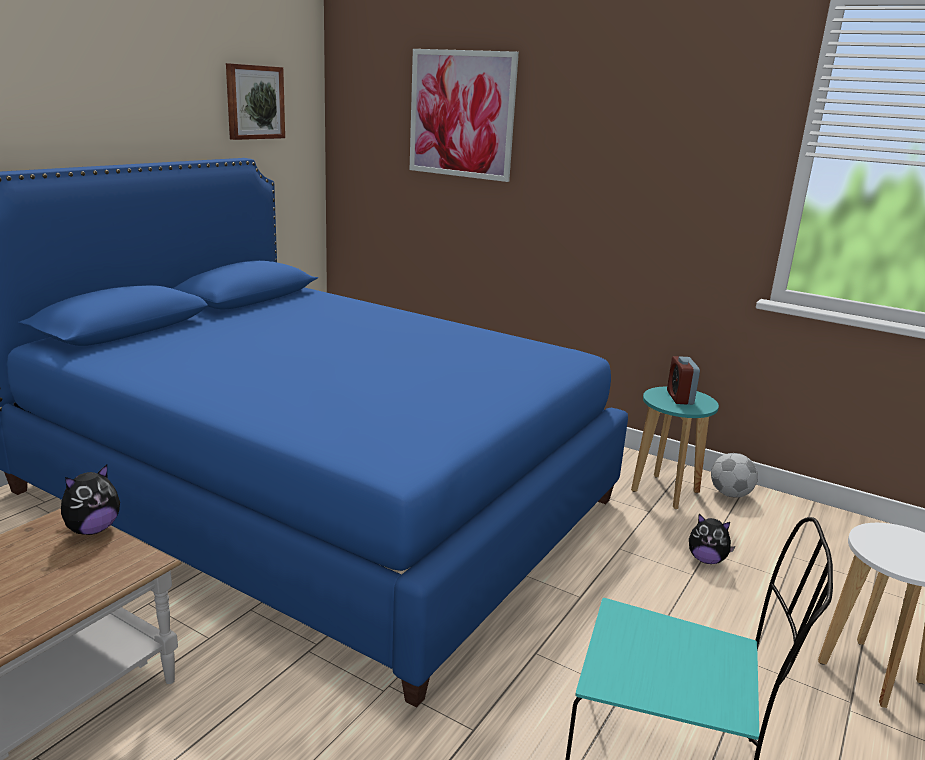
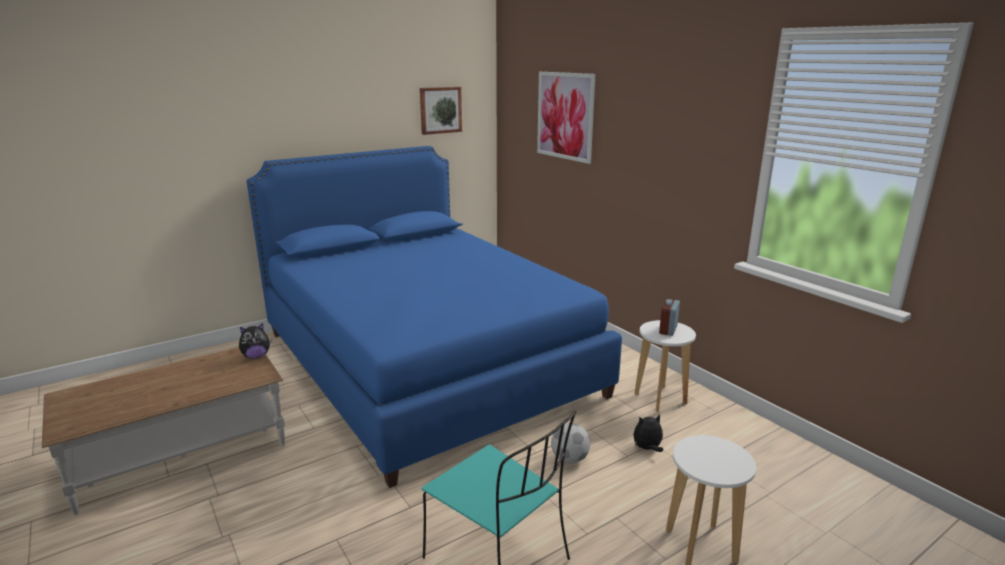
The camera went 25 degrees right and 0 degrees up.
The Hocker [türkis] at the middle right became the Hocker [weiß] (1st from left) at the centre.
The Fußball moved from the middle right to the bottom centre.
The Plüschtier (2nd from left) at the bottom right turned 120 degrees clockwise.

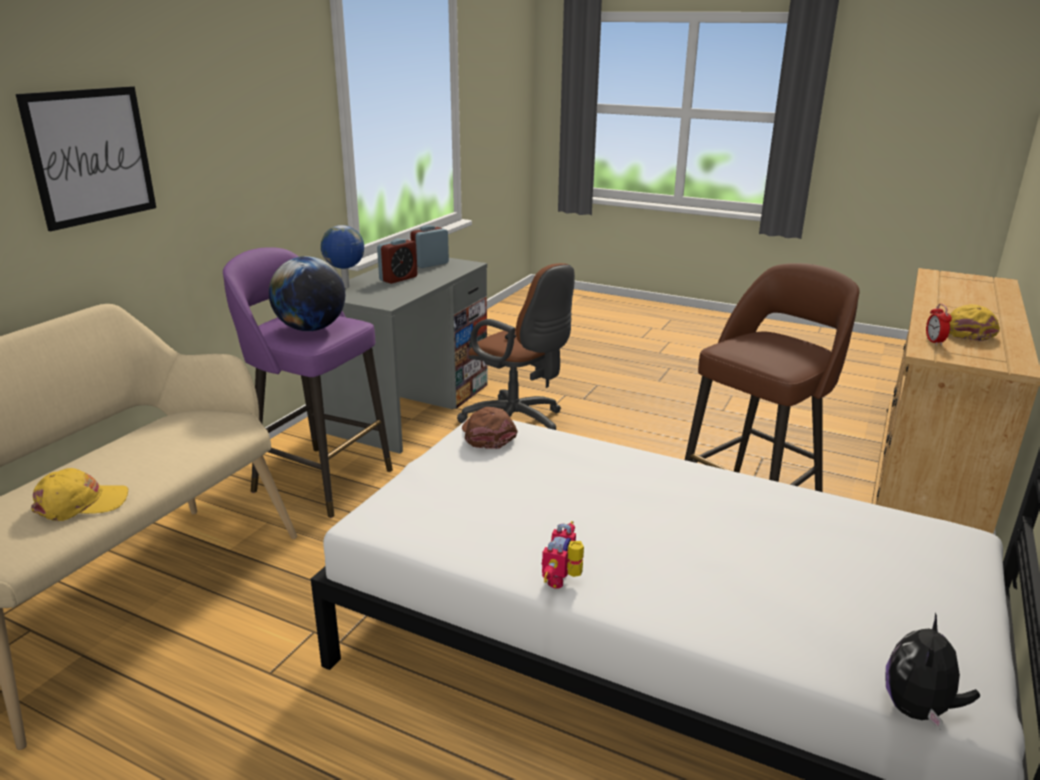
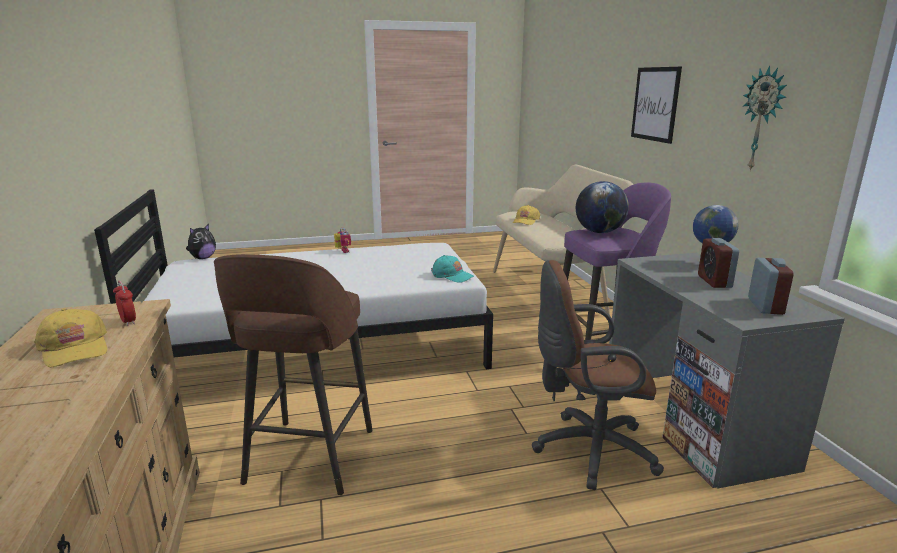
The camera went 140 degrees right and 5 degrees down.
The Kappe [braun] at the centre became the Kappe [türkis] at the centre.
The Plüschtier at the bottom right turned 45 degrees clockwise.
The Wanduhr at the top right appeared.

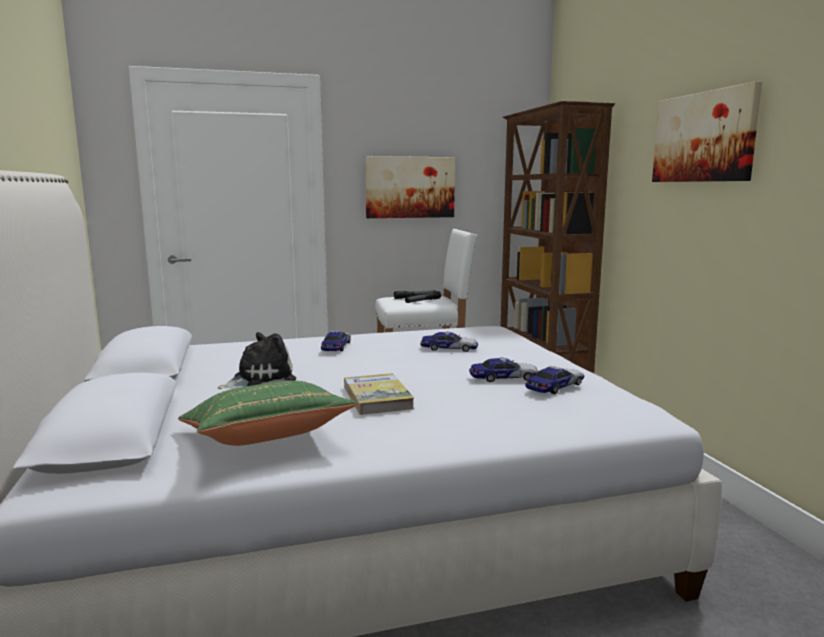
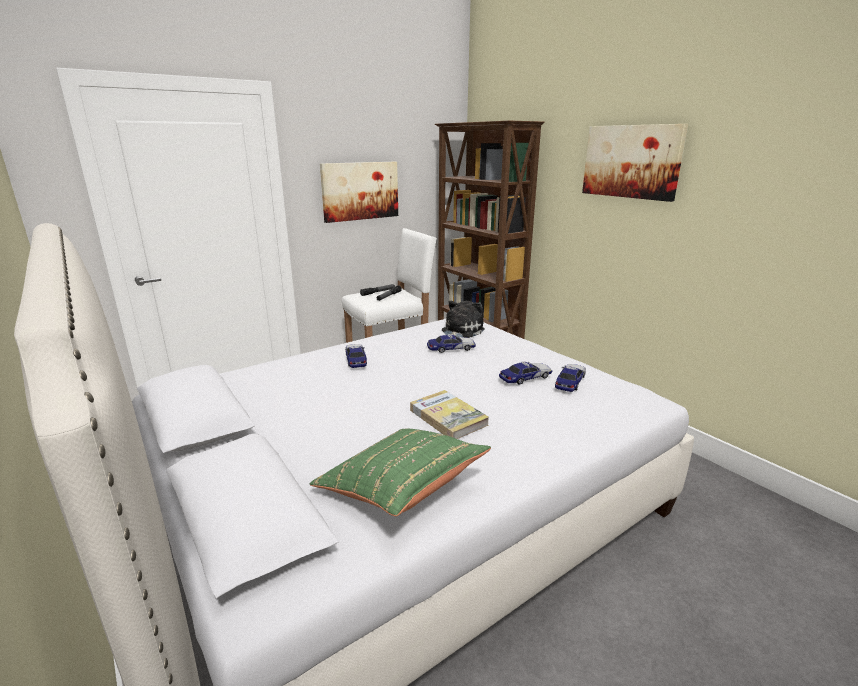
The camera went 20 degrees left and 10 degrees up.
The Plüschtier moved from the middle left to the centre.

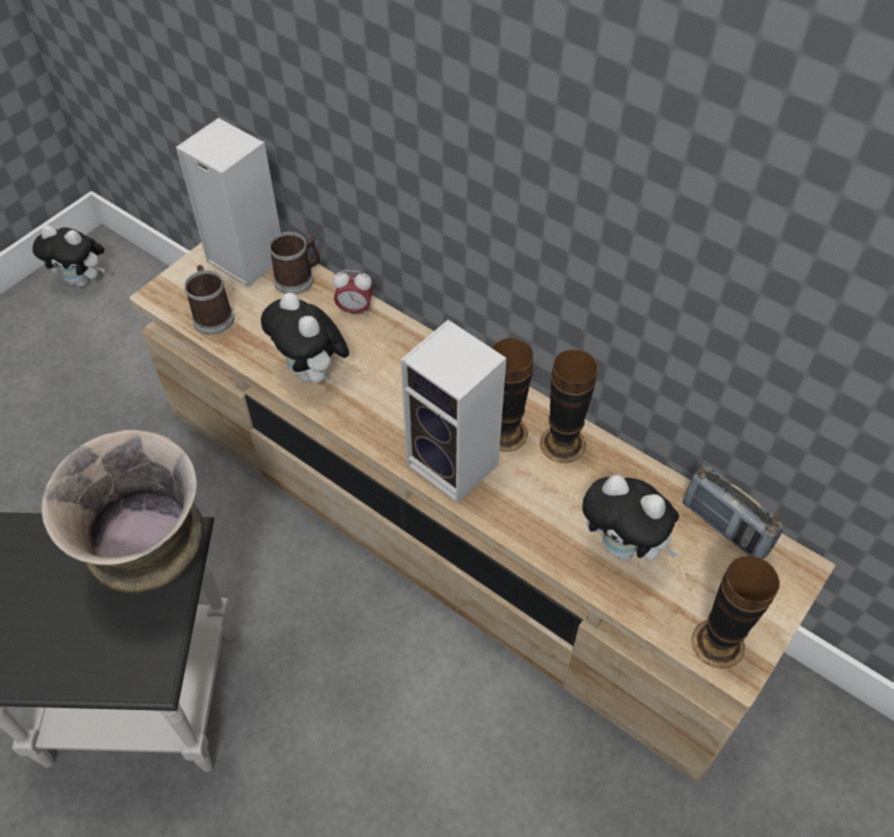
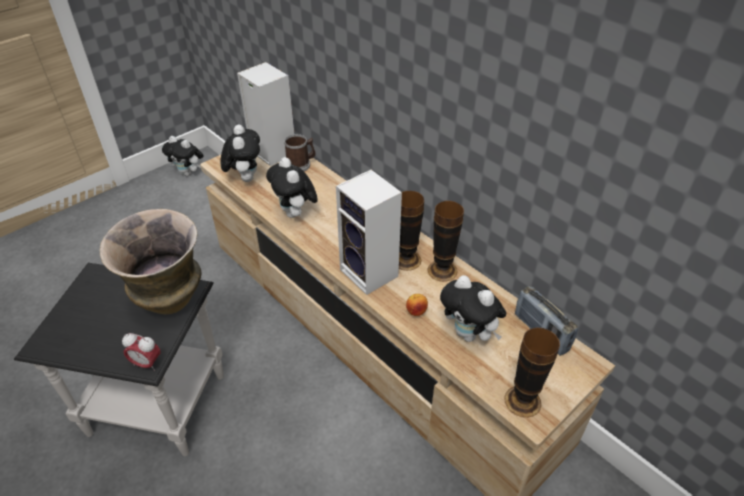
The camera went 10 degrees right and 10 degrees down.
The Henkelbecher (1st from left) at the middle left was replaced by the Plüschtier (2nd from left) at the top left.
The Wecker moved from the centre to the bottom left.
The Apfel at the centre appeared.

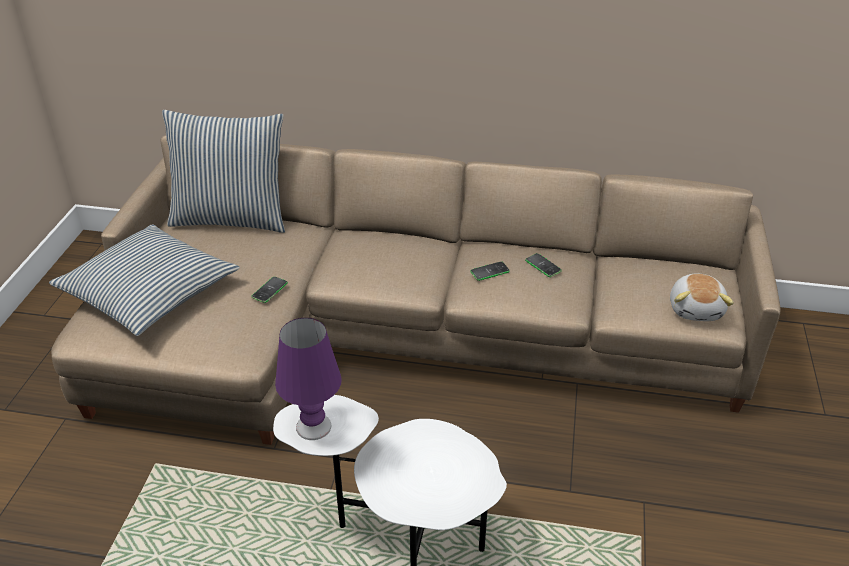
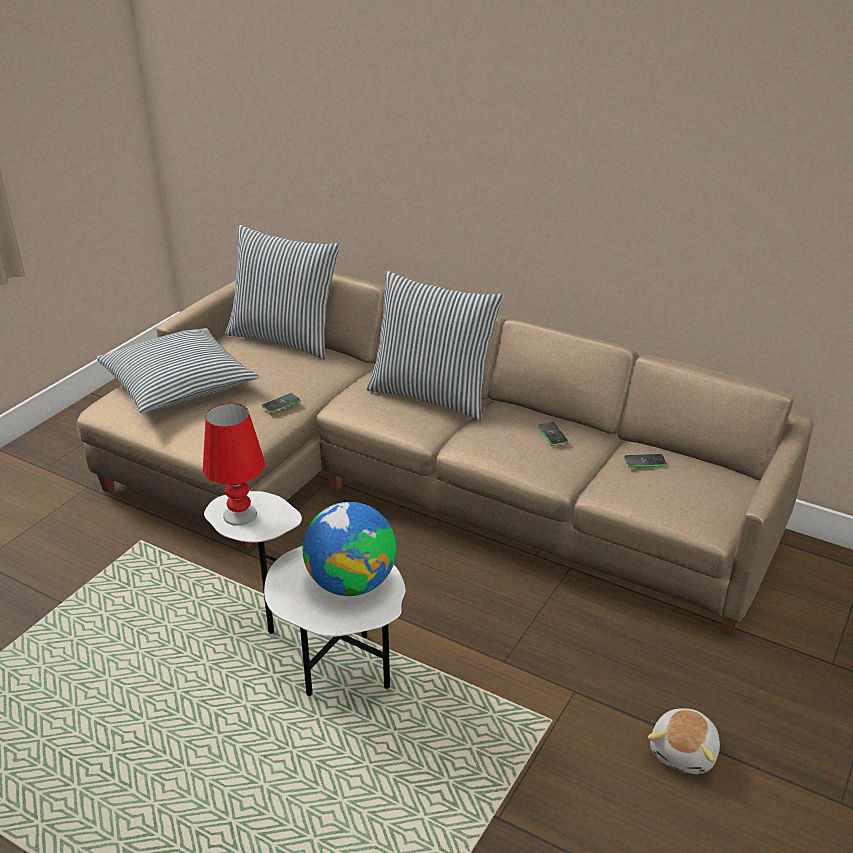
The camera went 20 degrees right and 5 degrees down.
The Handy (2nd from left in the first image) moved from the centre to the middle right.
The Plüschtier moved from the middle right to the bottom right.
The Tischlampe [lila] at the bottom centre became the Tischlampe [rot] at the middle left.
The Kissen (3rd from left) at the centre appeared.
The Globus at the centre appeared.

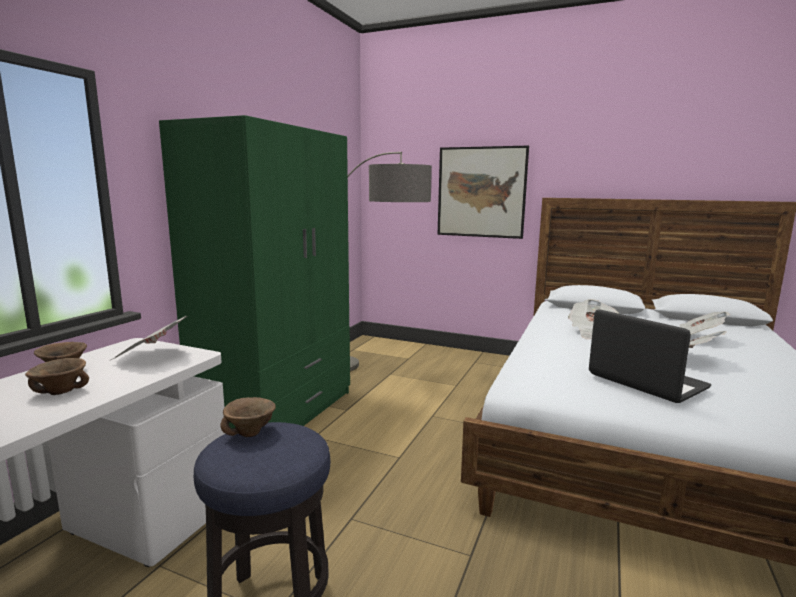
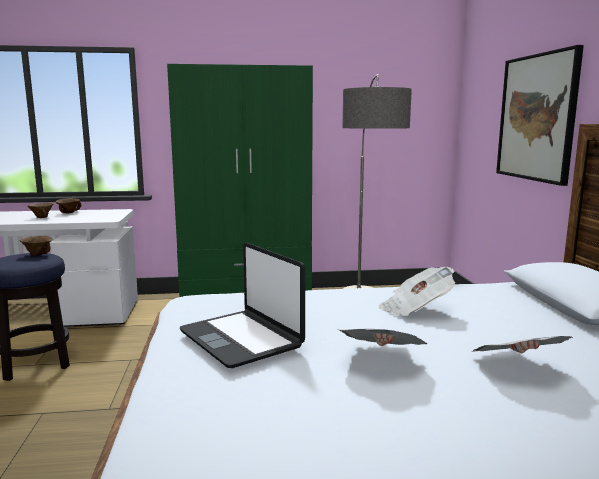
The camera went 60 degrees right and 0 degrees up.
The Laptop at the middle right turned 120 degrees clockwise.
The Zeitung (1st from left) at the middle left disappeared.

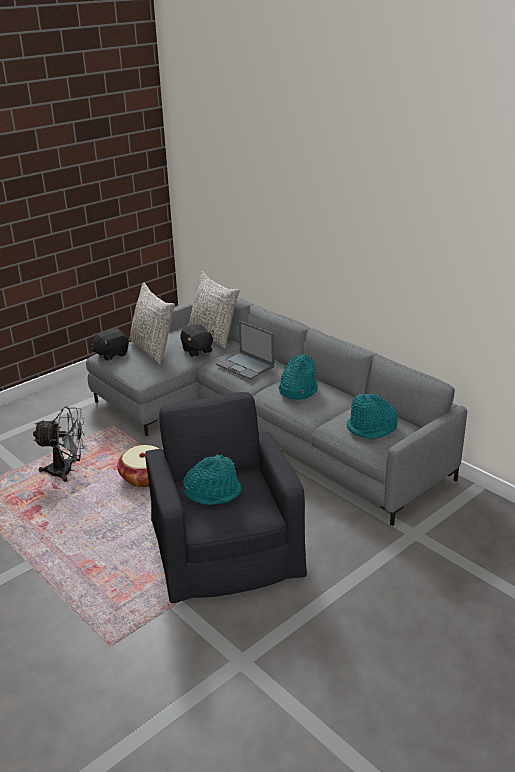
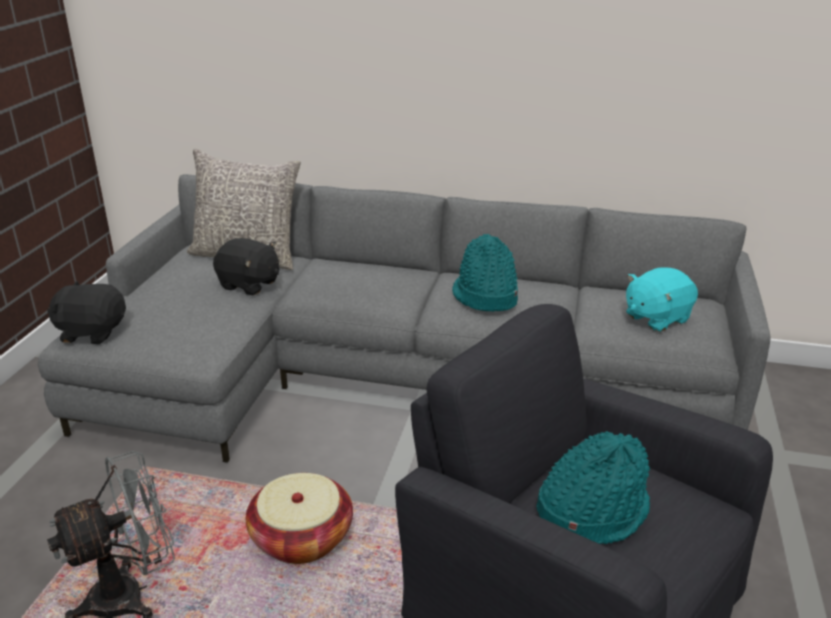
The camera went 35 degrees left and 0 degrees up.
The Kissen [grau] (1st from left) at the middle left disappeared.
The Laptop at the centre disappeared.
The Plüschtier [schwarz] (1st from left) at the middle left turned 75 degrees clockwise.
The Hut [türkis] (3rd from left) at the middle right was replaced by the Plüschtier [türkis] at the middle right.

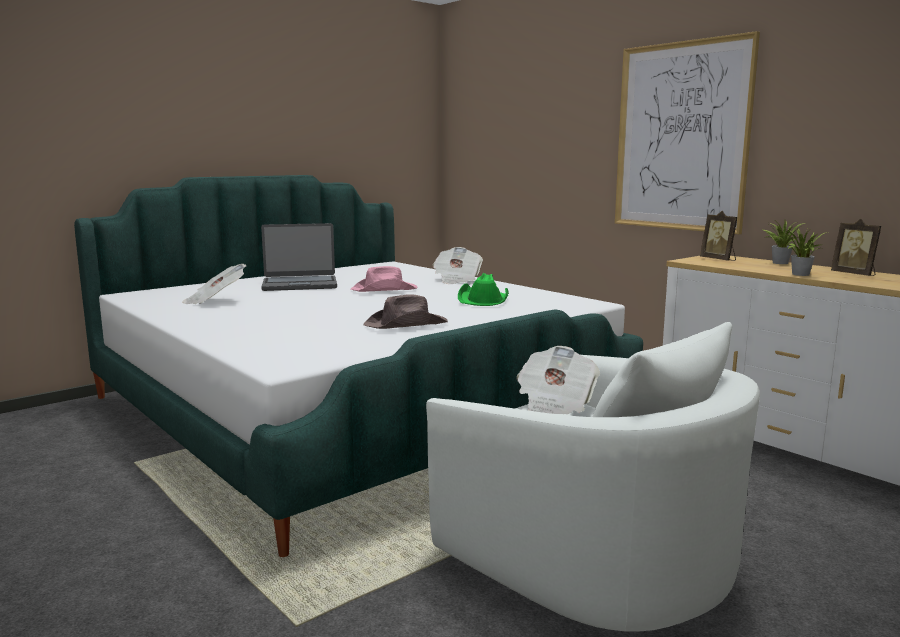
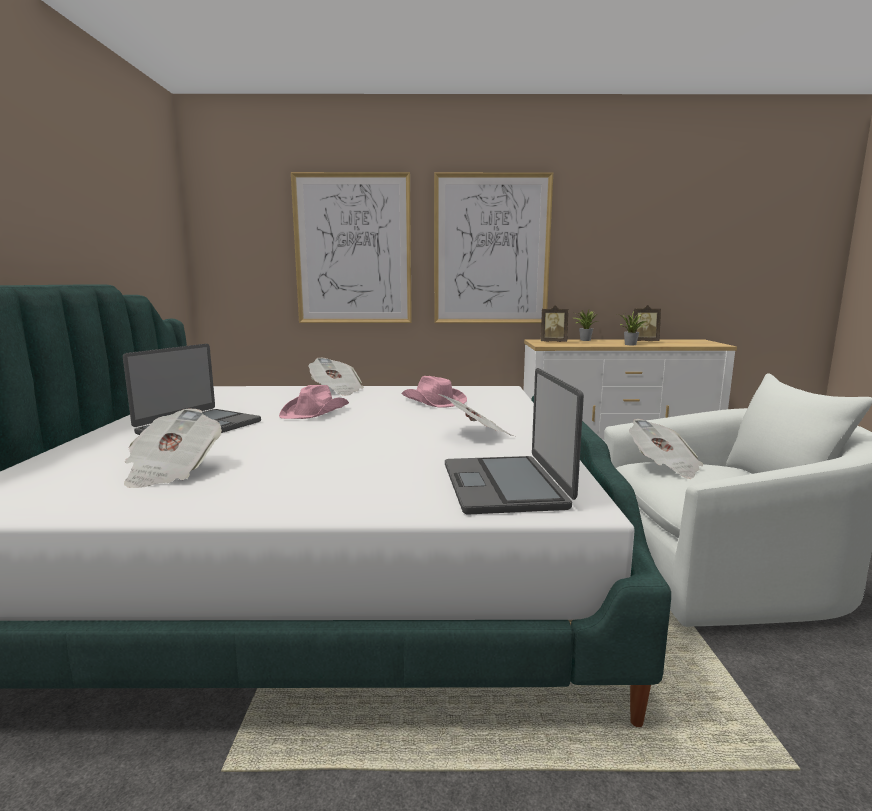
The camera went 50 degrees left and 0 degrees up.
The Hut [grün] at the centre became the Hut [rosa] (2nd from left) at the centre.
The Hut [braun] at the centre was replaced by the Zeitung (3rd from left) at the centre.
The Bild (1st from left) at the top centre appeared.
The Laptop (2nd from left) at the centre appeared.

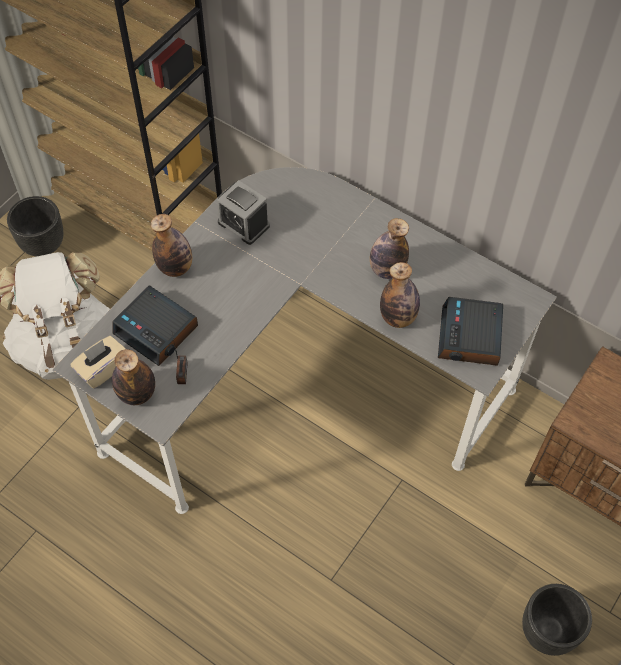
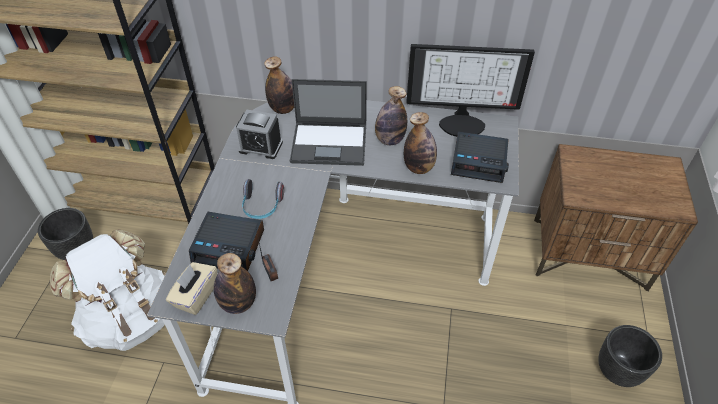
The camera went 25 degrees left and 10 degrees down.
The Flasche (2nd from left) moved from the middle left to the top centre.
The Wecker (3rd from left) at the middle right turned 60 degrees counterclockwise.
The Monitor at the top centre appeared.
The Laptop at the top centre appeared.
The Kopfhörer at the centre appeared.

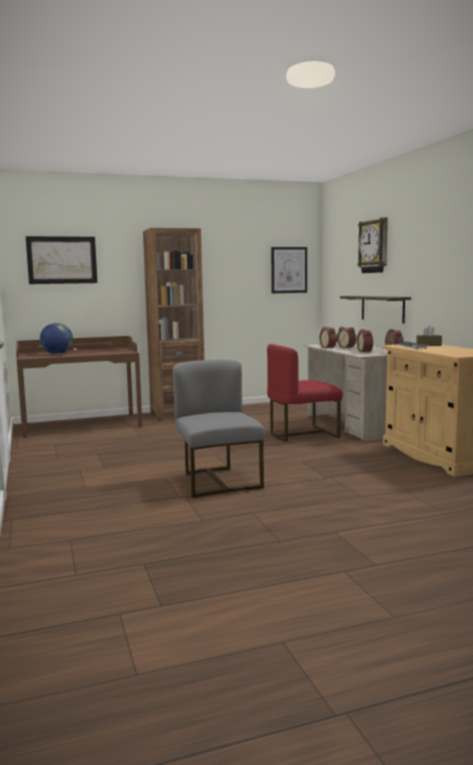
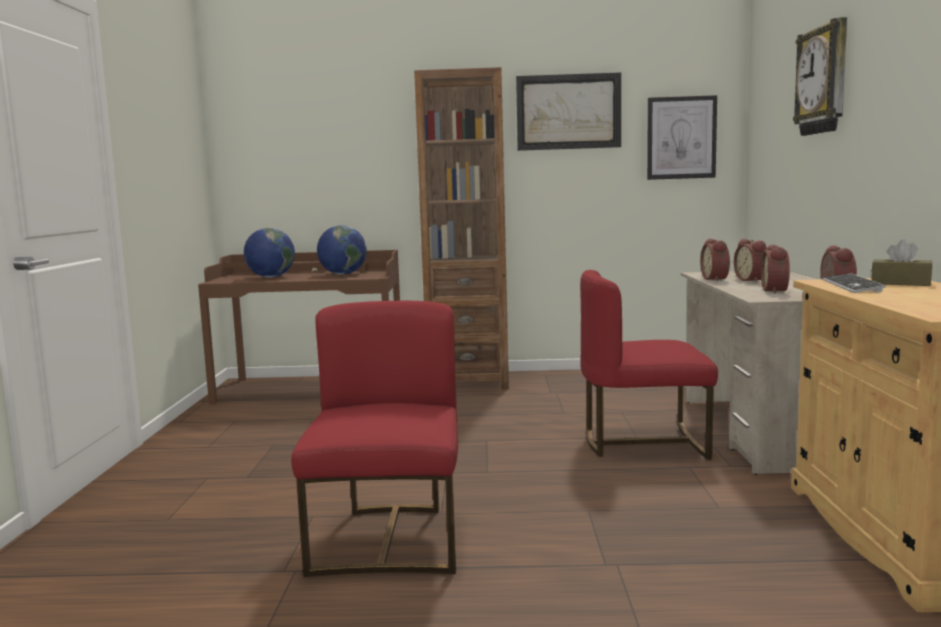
The camera went 20 degrees right and 0 degrees up.
The Bild (1st from left) moved from the middle left to the top centre.
The Wandregal at the middle right disappeared.
The Stuhl [grau] at the centre became the Stuhl [rot] (1st from left) at the bottom centre.
The Globus (2nd from left) at the centre appeared.

